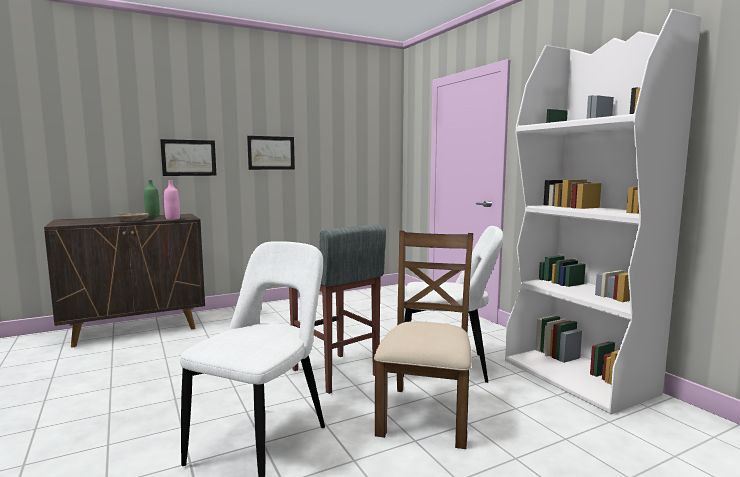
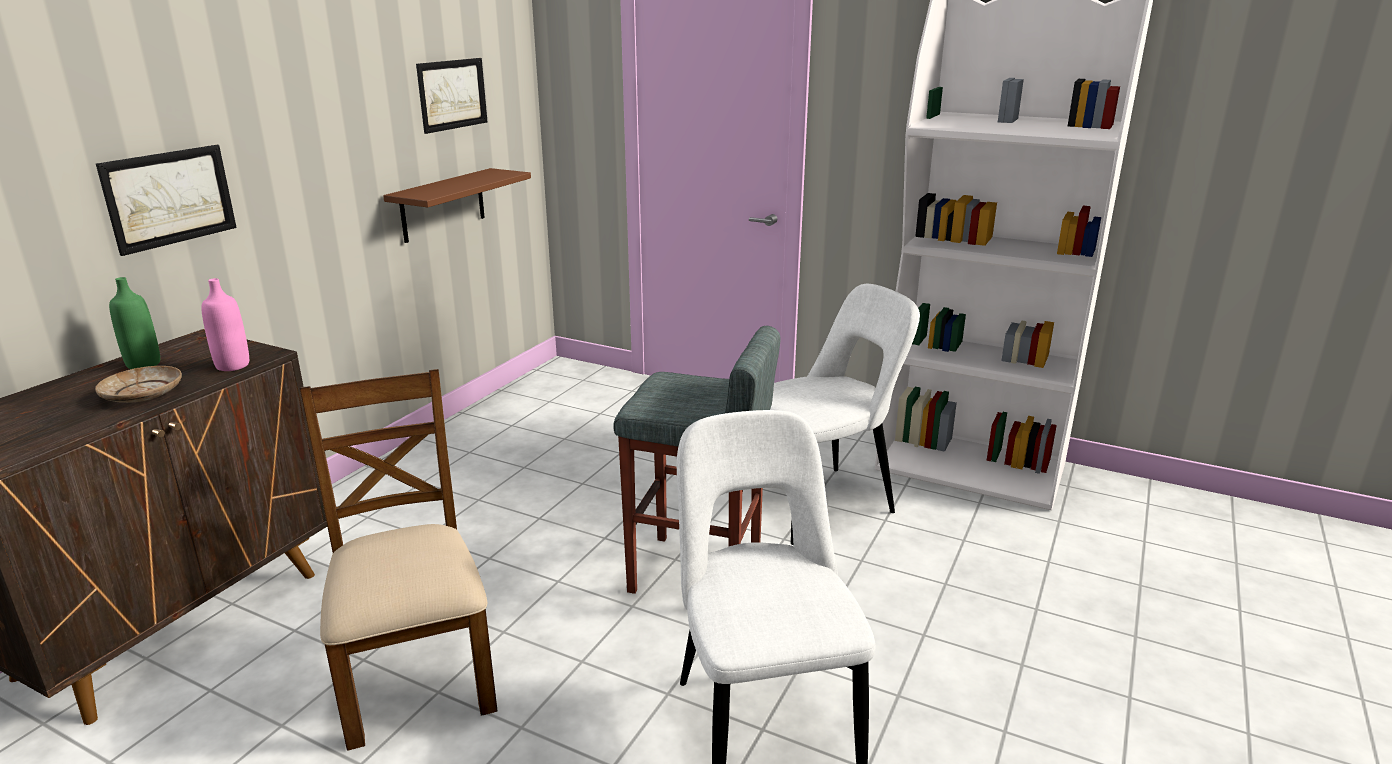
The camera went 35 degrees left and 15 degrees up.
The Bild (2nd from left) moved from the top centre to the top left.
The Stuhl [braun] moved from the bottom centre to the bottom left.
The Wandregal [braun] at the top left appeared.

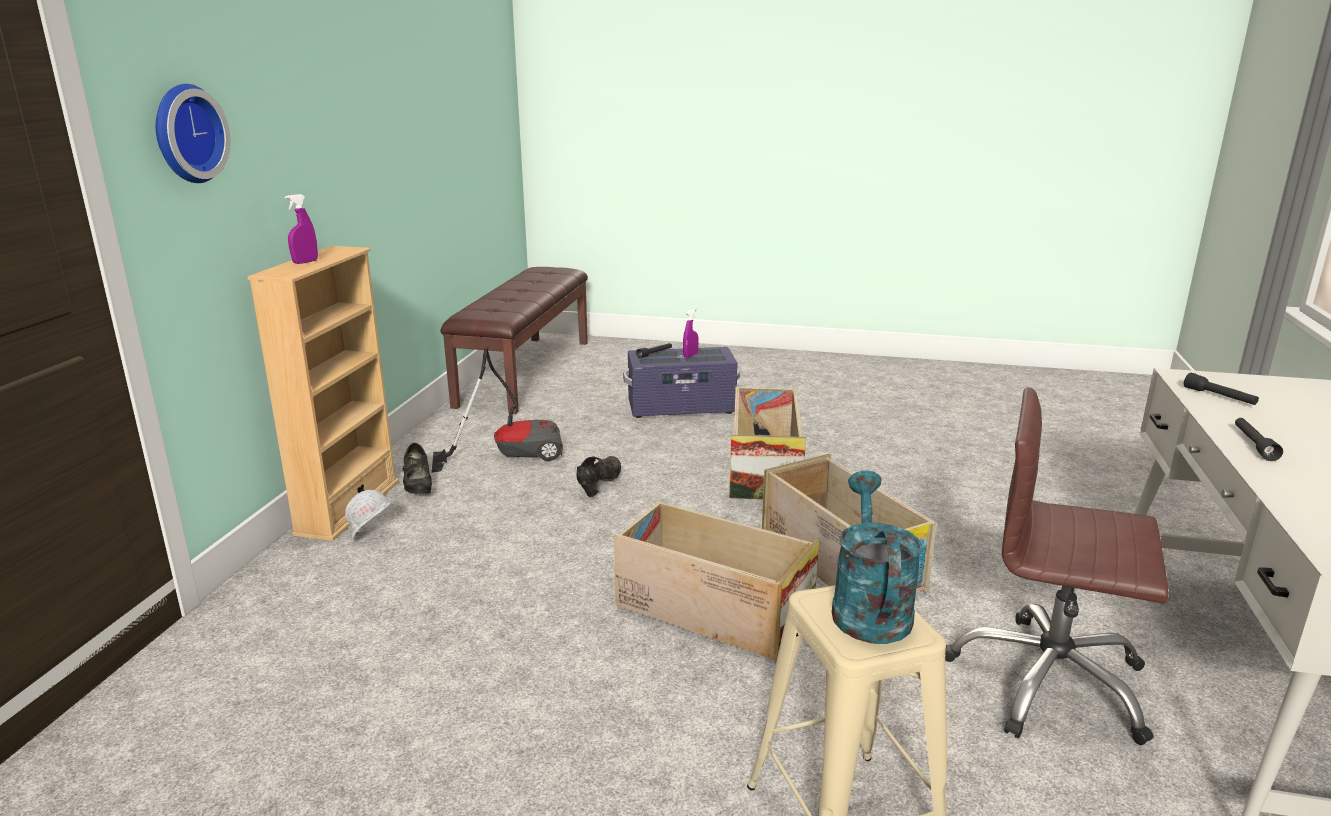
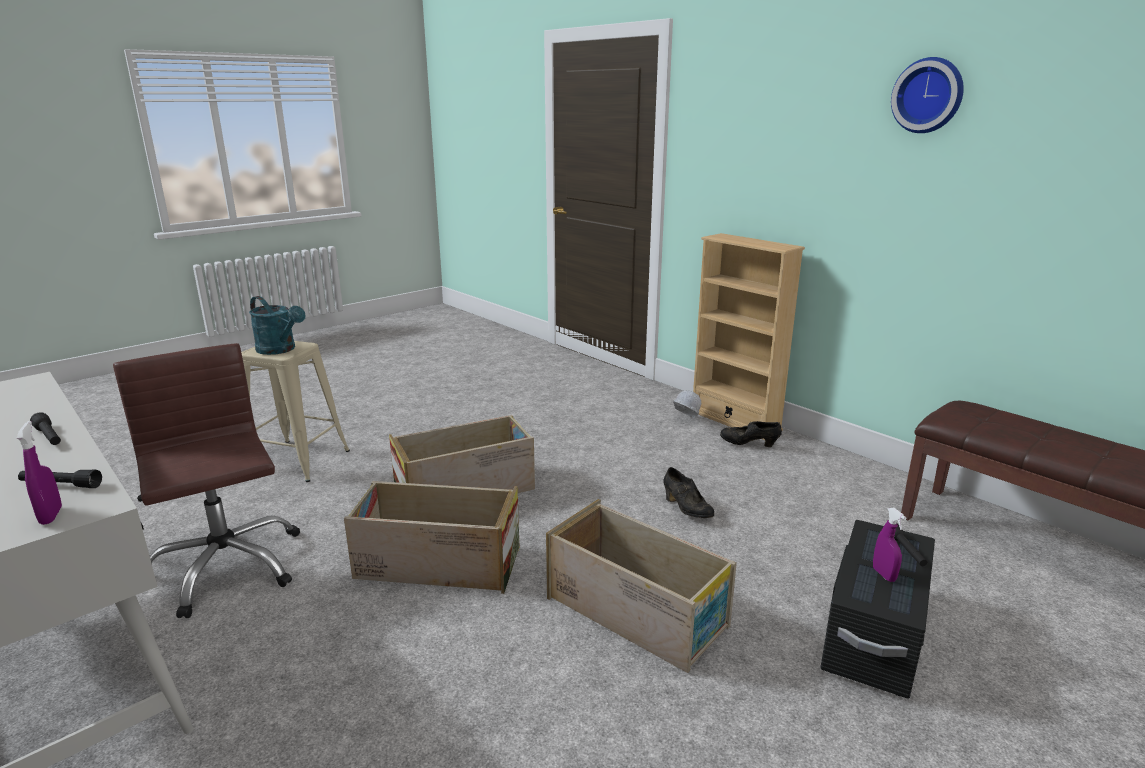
The camera went 125 degrees right and 0 degrees up.
The Wanduhr moved from the top left to the top right.
The Sprühflasche [lila] (1st from left) moved from the top left to the middle left.
The Staubsauger at the centre disappeared.
The Aufbewahrungsbox [lila] at the centre became the Aufbewahrungsbox [schwarz] at the bottom right.
The Bürostuhl [braun] at the bottom right turned 90 degrees counterclockwise.

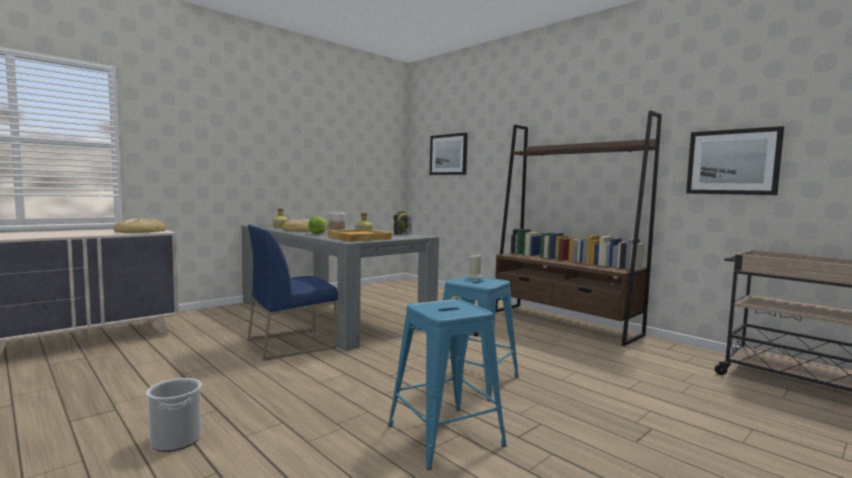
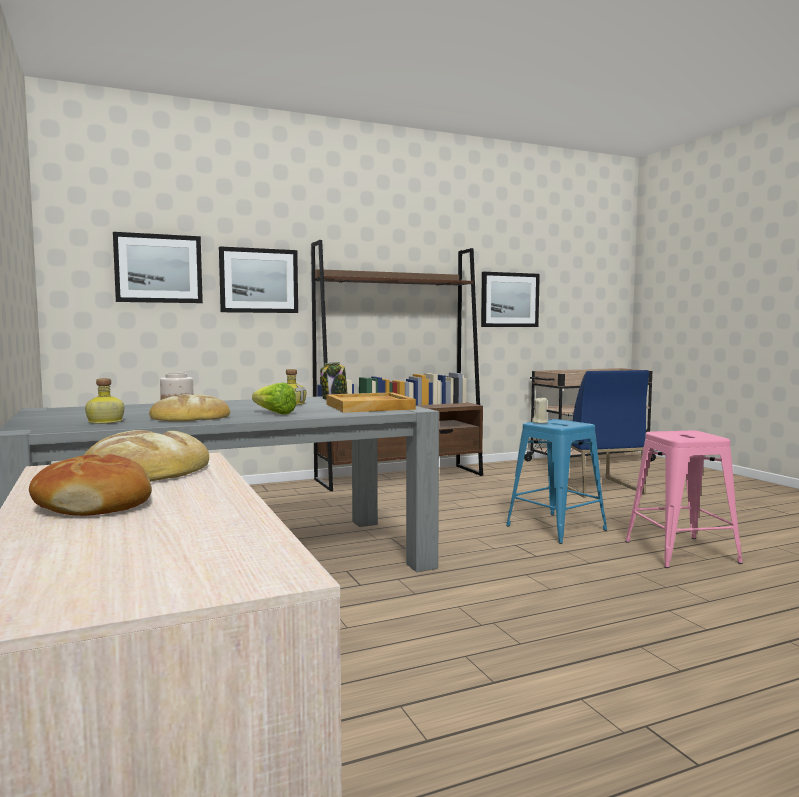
The camera went 70 degrees left and 0 degrees up.
The Stuhl [blau] moved from the centre to the middle right.
The Hocker [blau] (1st from left) at the bottom centre became the Hocker [rosa] at the middle right.
The Eimer at the bottom left disappeared.
The Bild (2nd from left) at the middle left appeared.
The Brot (1st from left) at the middle left appeared.

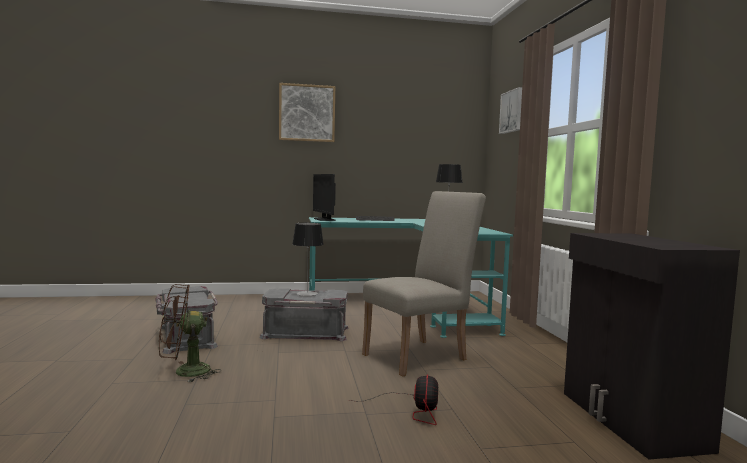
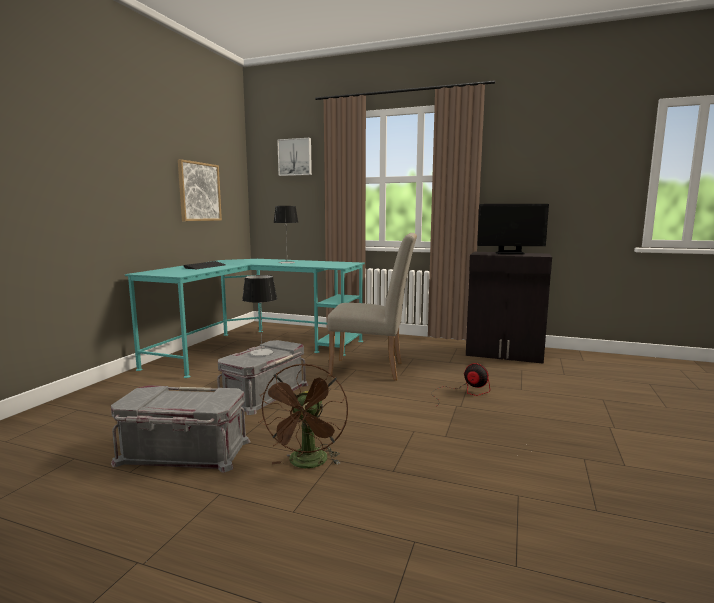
The camera went 60 degrees left and 5 degrees up.
The Bild (1st from left) moved from the top centre to the top left.
The Monitor moved from the centre to the middle right.
The Stuhl [beige] at the centre turned 105 degrees clockwise.

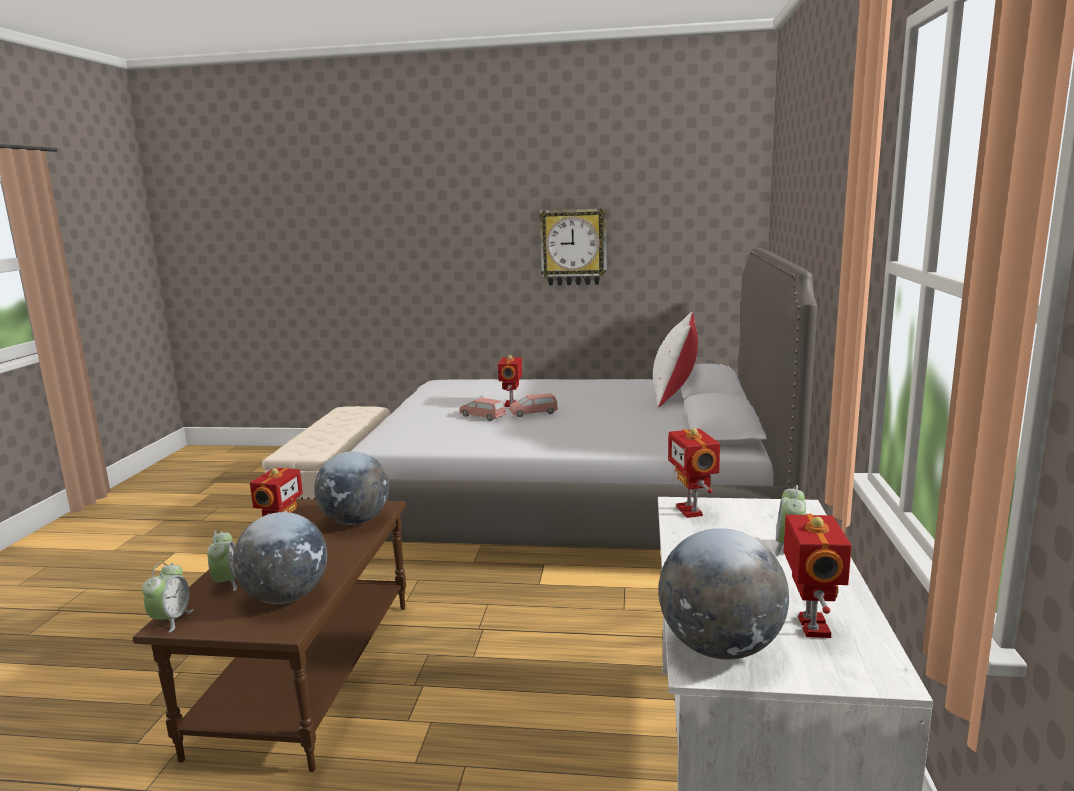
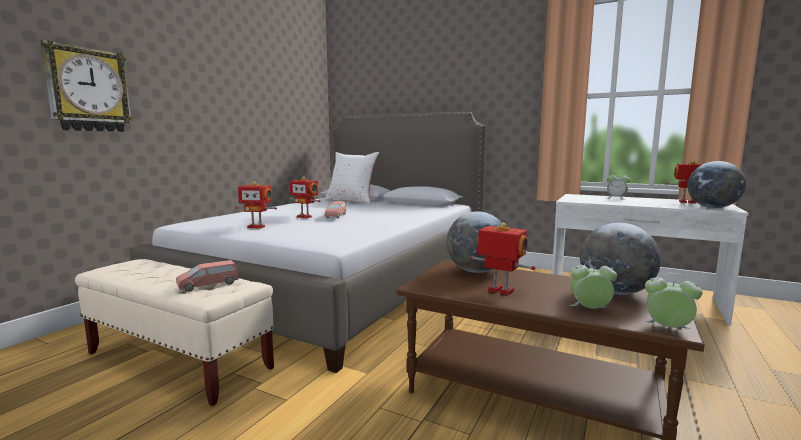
The camera went 70 degrees left and 5 degrees down.
The Wanduhr moved from the top centre to the top left.
The Spielzeugauto [rosa] (1st from left) moved from the centre to the middle left.
The Spielzeugroboter (3rd from left in the first image) moved from the centre to the middle left.

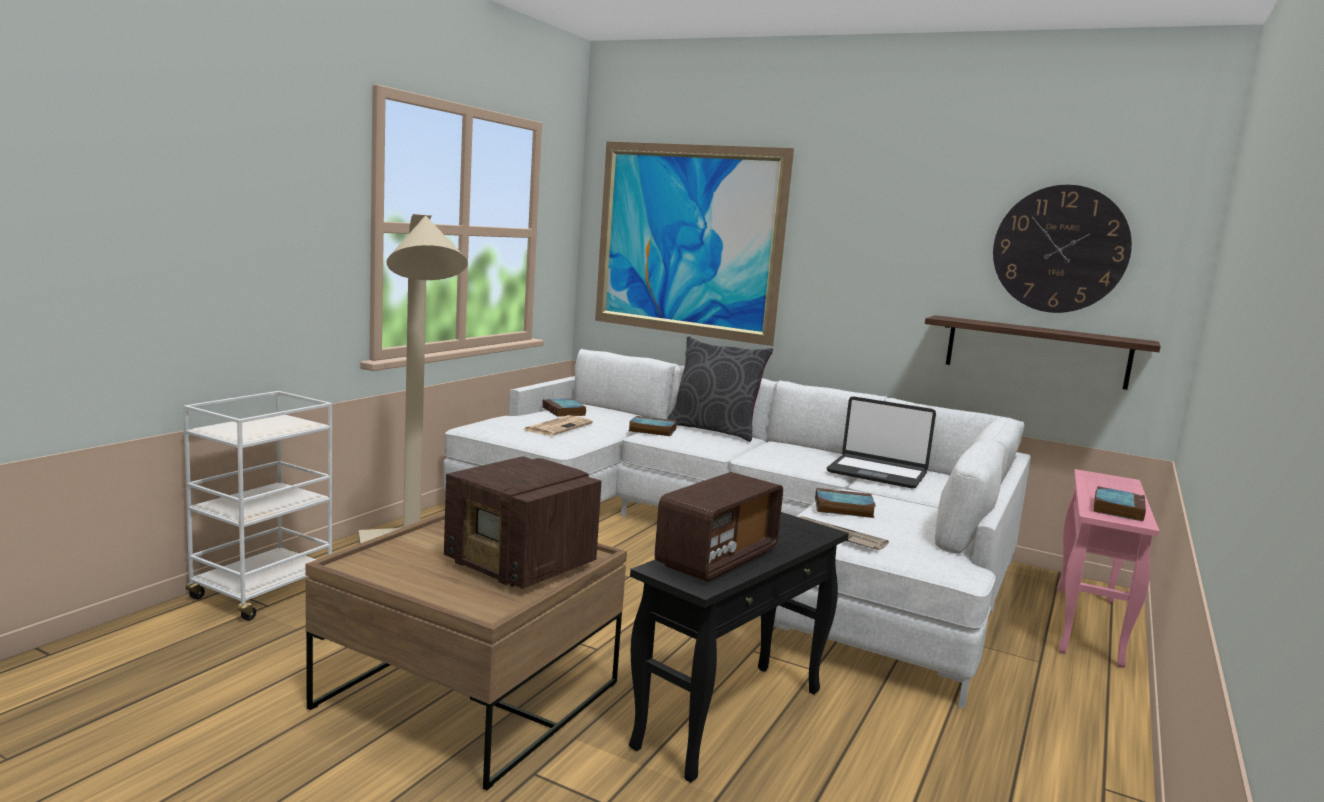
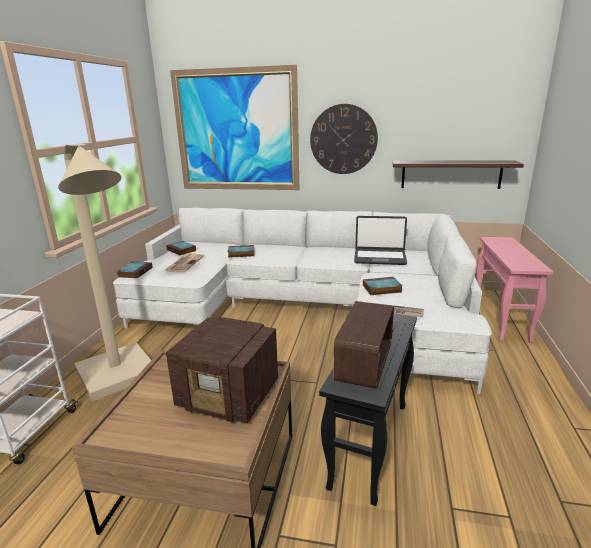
The camera went 15 degrees left and 10 degrees up.
The Wanduhr moved from the top right to the top centre.
The Kissen [grau] at the centre disappeared.
The Buch (4th from left in the first image) moved from the middle right to the middle left.

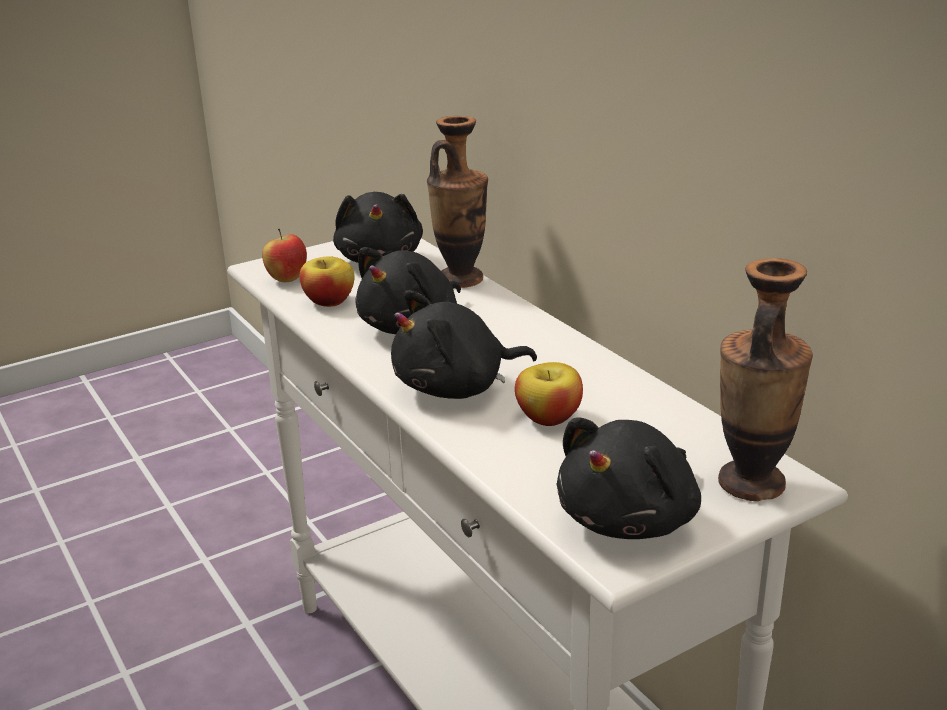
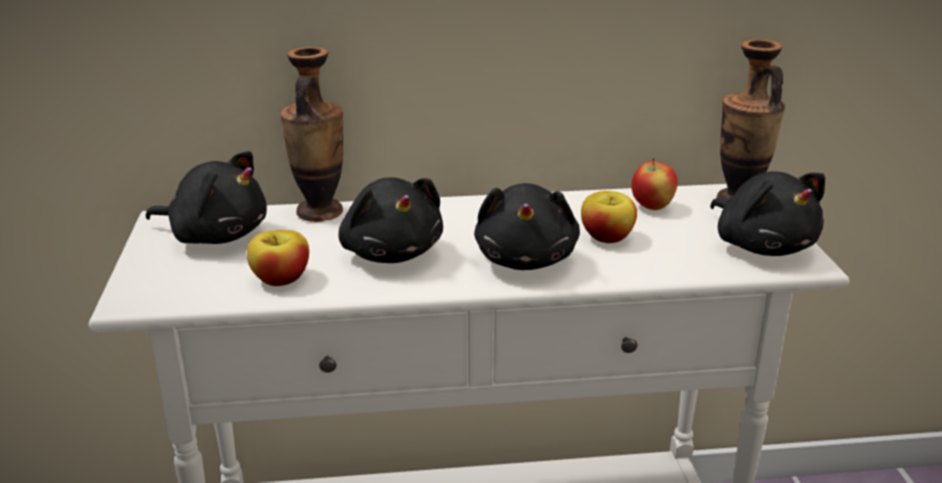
The camera went 65 degrees left and 0 degrees up.
The Apfel (1st from left in the first image) moved from the middle left to the middle right.

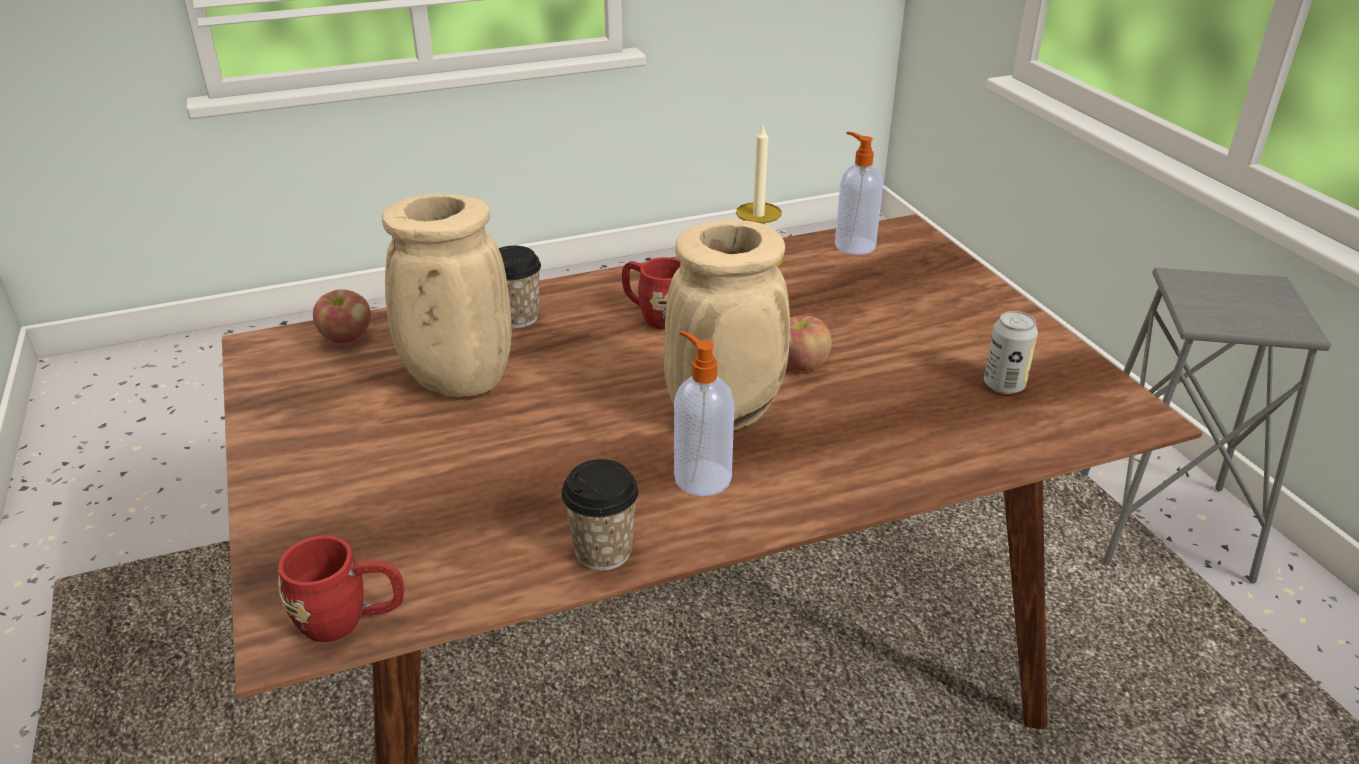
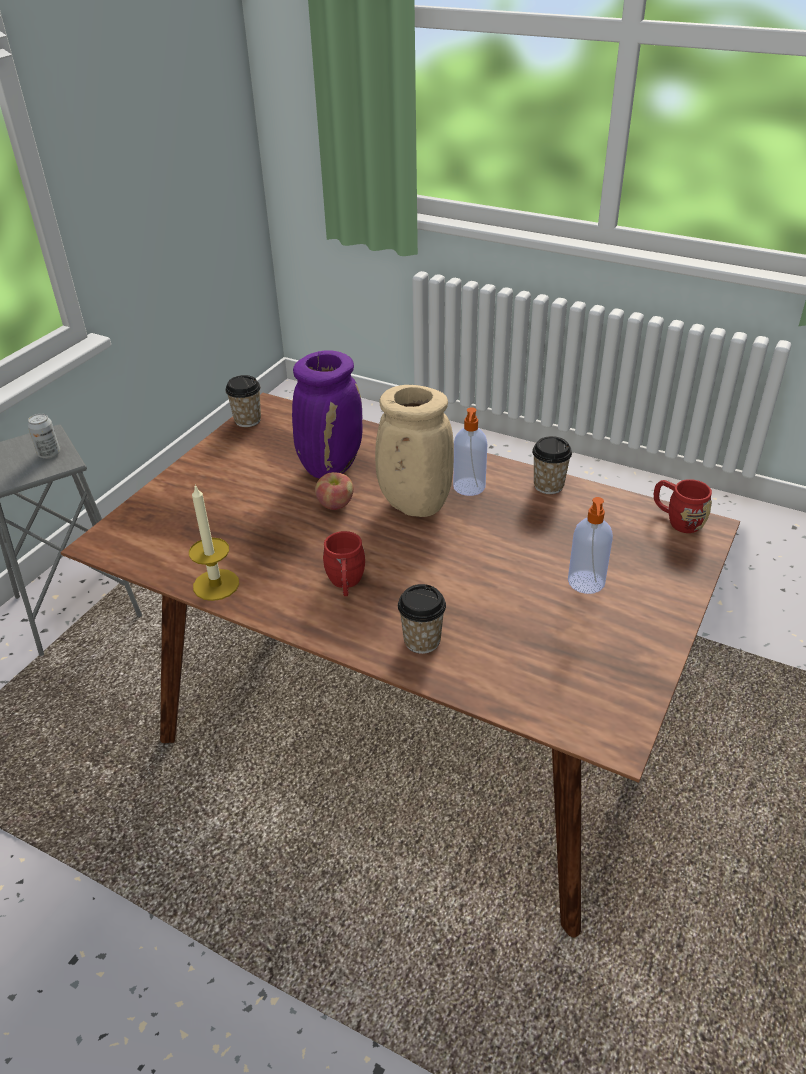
The camera went 130 degrees left and 5 degrees up.
The Seifenspender (2nd from left) moved from the top centre to the middle right.
The Vase [beige] (1st from left) at the middle left disappeared.
The Apfel (1st from left) at the middle left disappeared.
The Dose moved from the middle right to the middle left.
The Vase [lila] at the centre appeared.
The Tasse (1st from left) at the middle left appeared.

